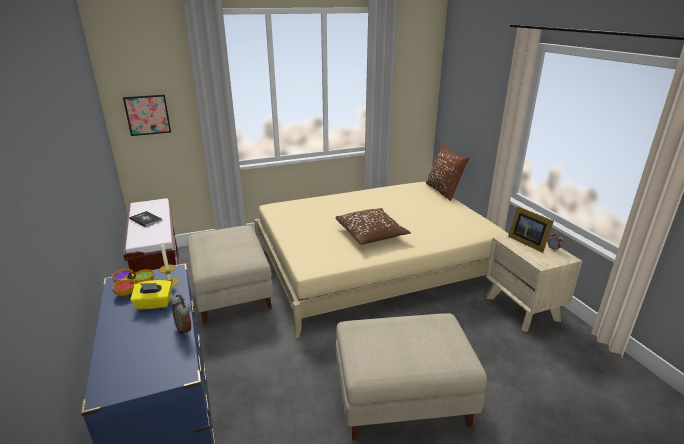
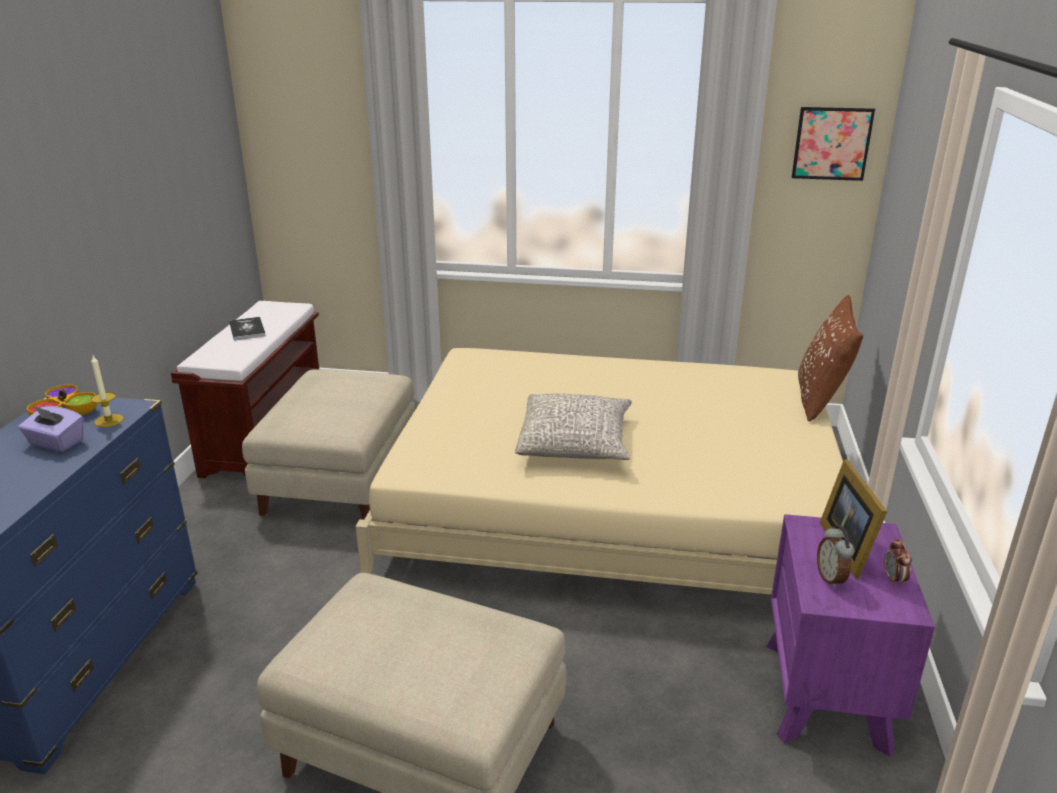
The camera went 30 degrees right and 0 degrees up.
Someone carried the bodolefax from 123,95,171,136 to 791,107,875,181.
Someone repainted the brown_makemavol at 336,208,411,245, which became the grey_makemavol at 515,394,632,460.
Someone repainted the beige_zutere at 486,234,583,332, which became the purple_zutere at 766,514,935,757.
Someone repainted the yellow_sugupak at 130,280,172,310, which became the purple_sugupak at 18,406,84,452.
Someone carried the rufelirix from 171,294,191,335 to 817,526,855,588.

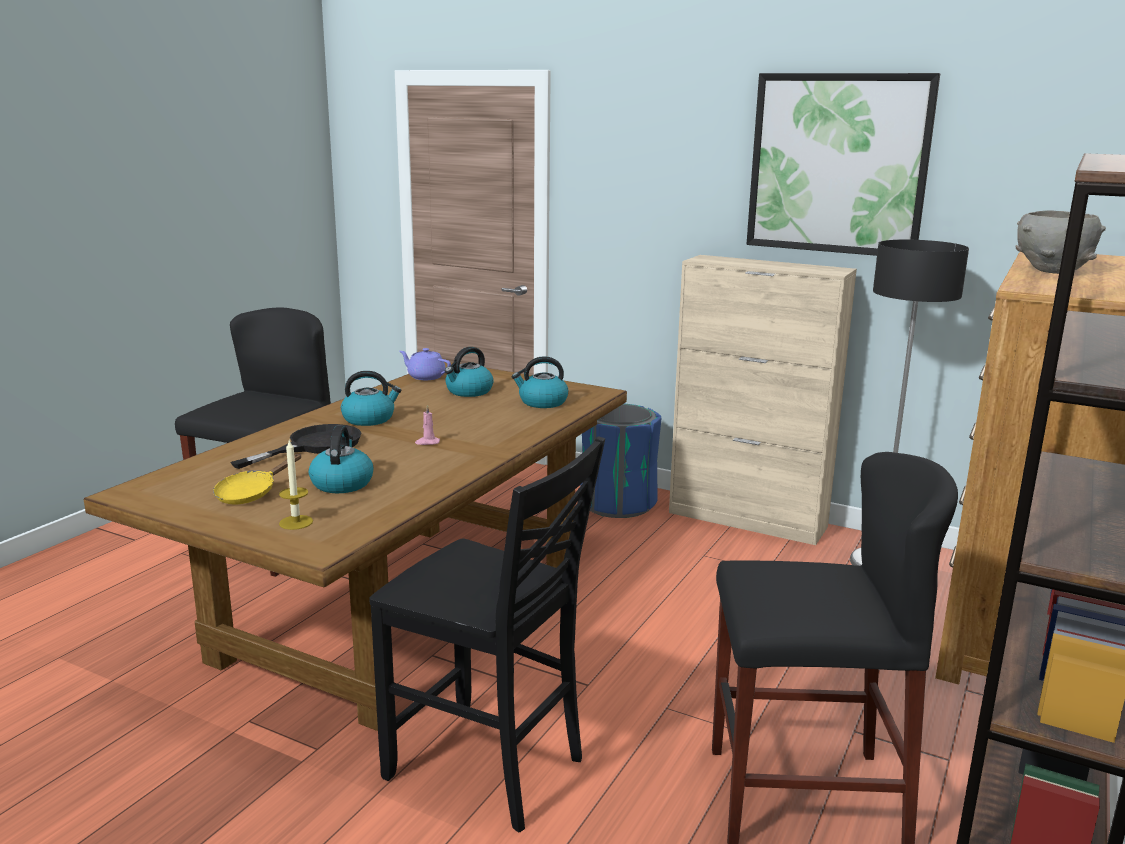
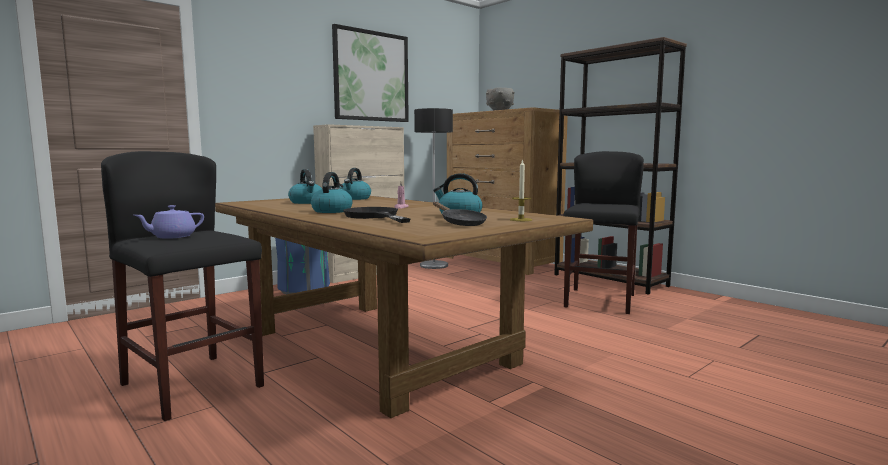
The camera went 70 degrees left and 10 degrees down.
Someone carried the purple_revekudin from 399,348,451,380 to 134,205,204,239.
Someone took away the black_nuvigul at 369,436,605,832.
Someone repainted the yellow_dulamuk at 213,454,302,504, which became the black_dulamuk at 433,202,487,226.

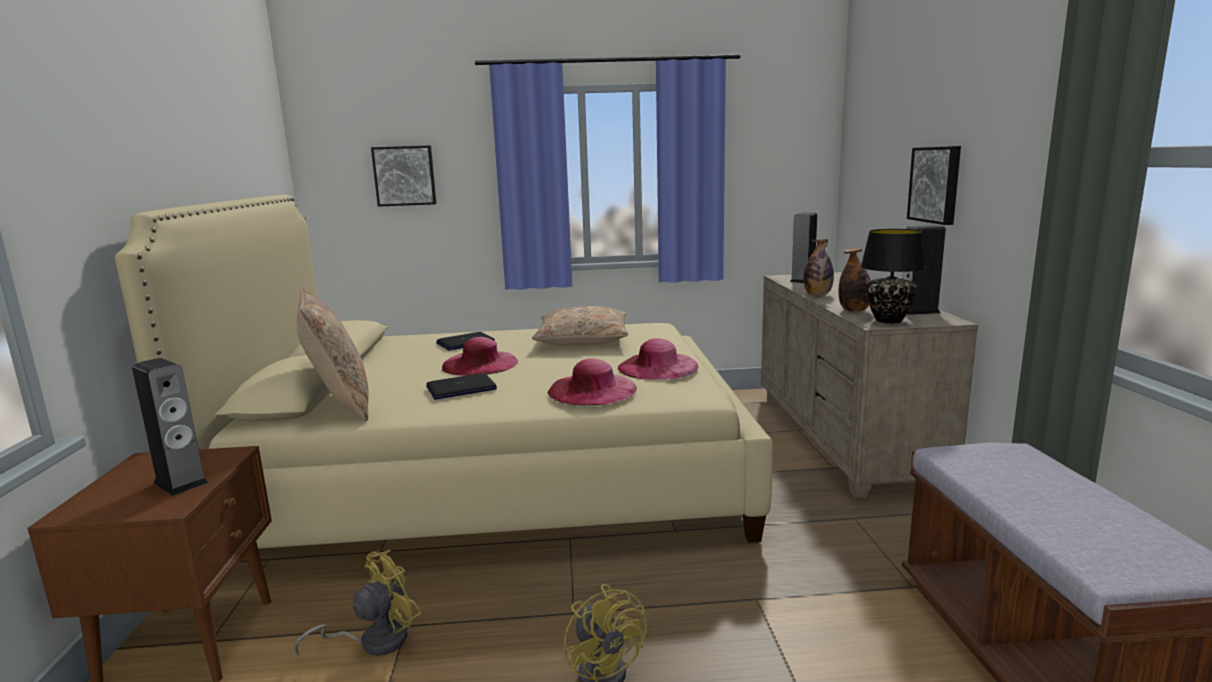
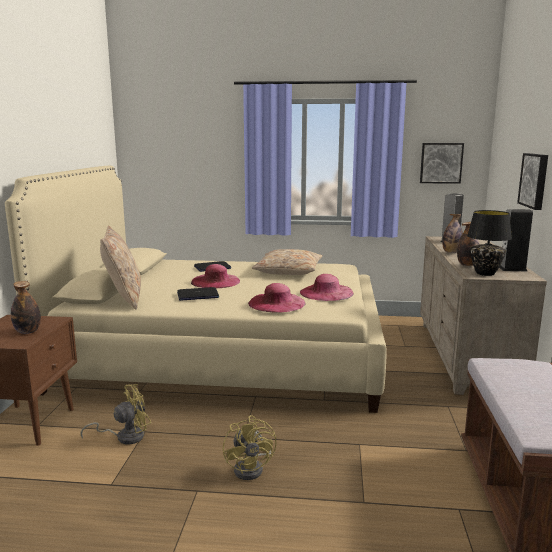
The camera went 10 degrees right and 0 degrees up.
Someone carried the bodolefax from 371,145,437,207 to 420,143,464,184.
Someone swapped the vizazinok at 132,358,208,496 for the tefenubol at 11,281,41,334.

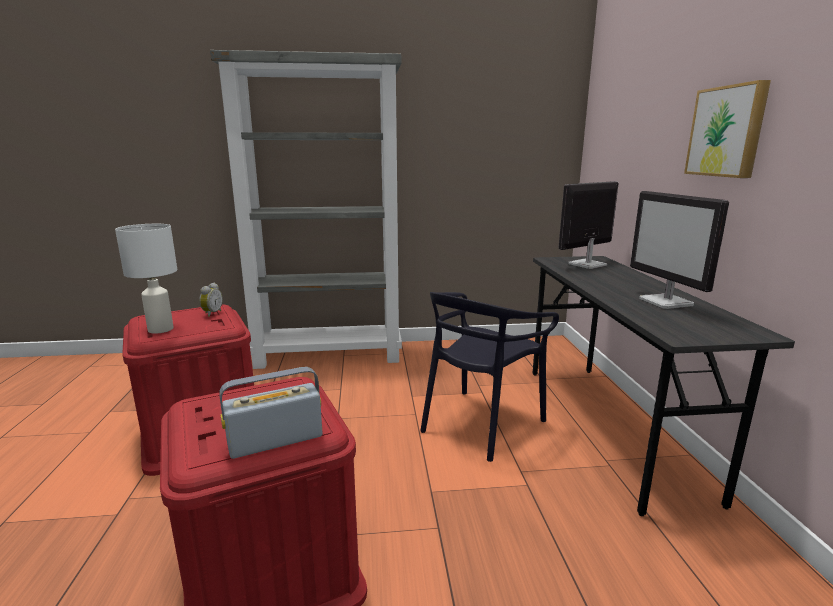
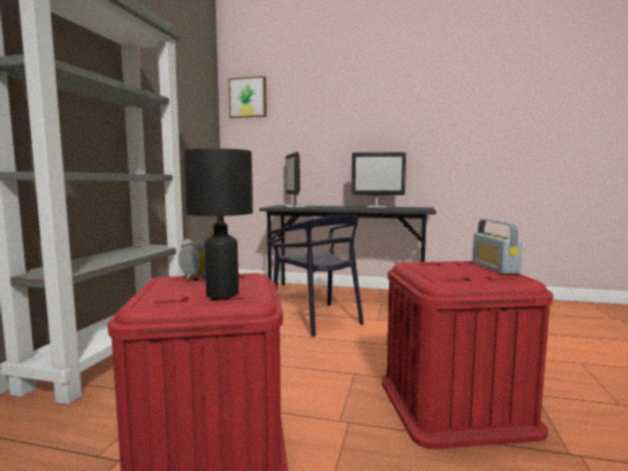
The camera went 70 degrees left and 10 degrees down.
Someone carried the bodolefax from 684,80,771,178 to 229,76,267,118.
Someone repainted the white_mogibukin at 115,224,177,334, which became the black_mogibukin at 184,148,253,298.

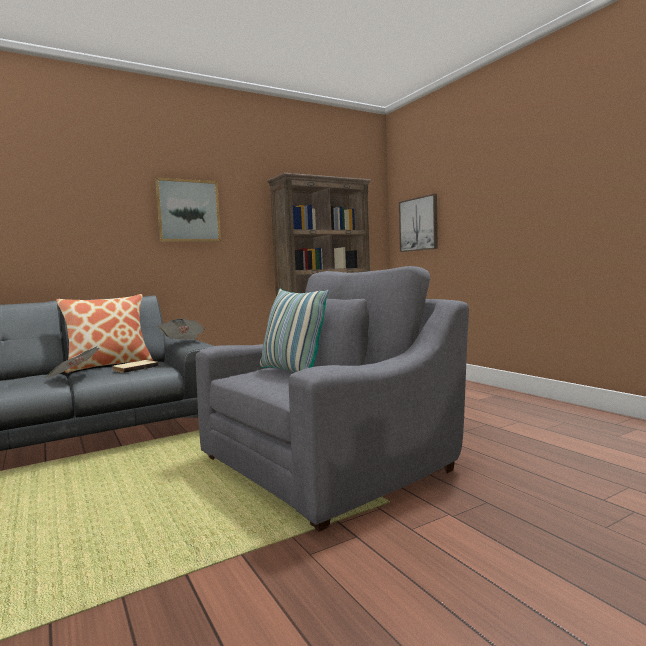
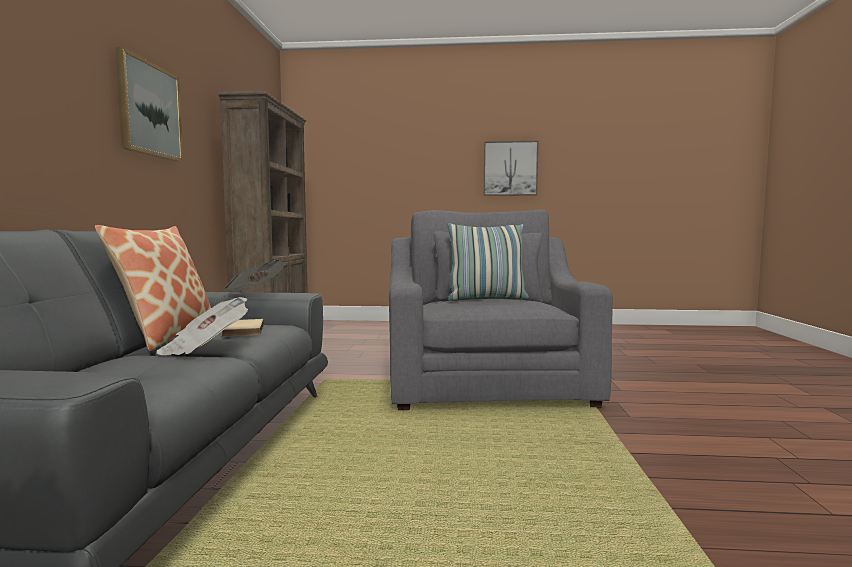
The camera went 55 degrees left and 0 degrees up.
Someone carried the bodolefax from 399,194,438,252 to 483,141,538,196.

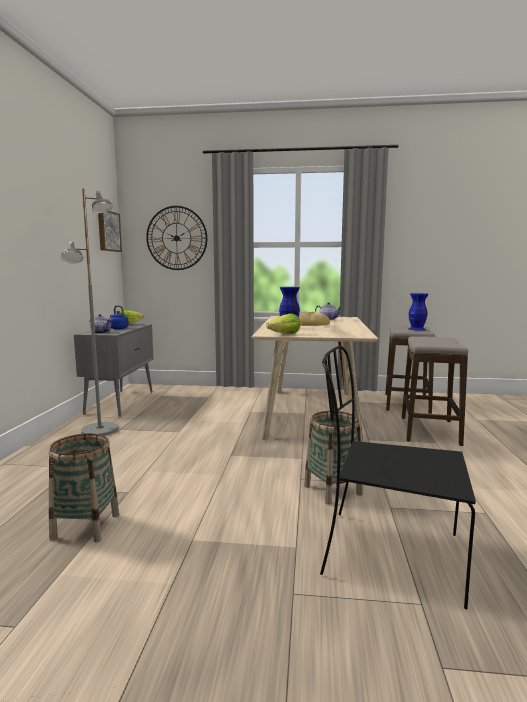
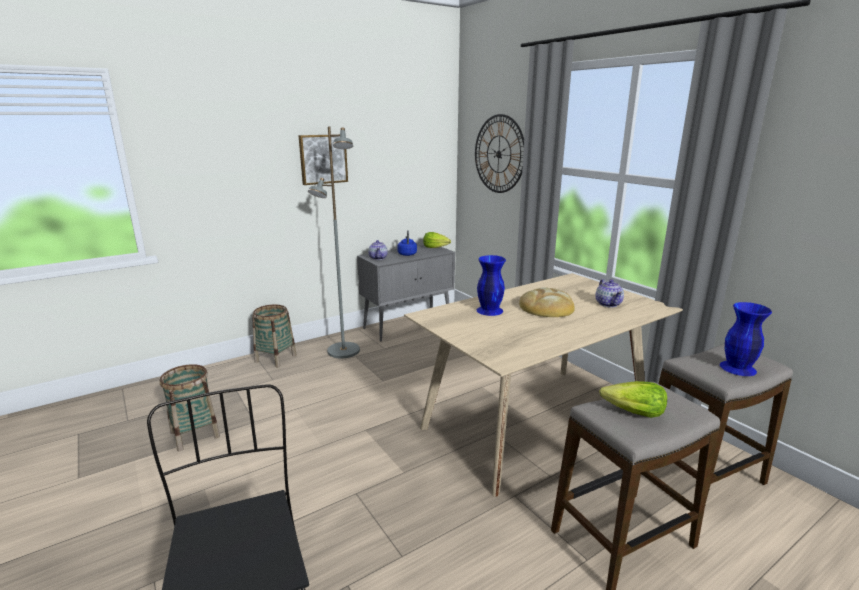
The camera went 50 degrees right and 10 degrees up.
Someone carried the bodolefax from 98,211,122,252 to 299,134,348,185.
Someone carried the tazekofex from 266,313,300,334 to 599,381,667,418.
Someone carried the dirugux from 304,411,363,505 to 252,304,297,368.

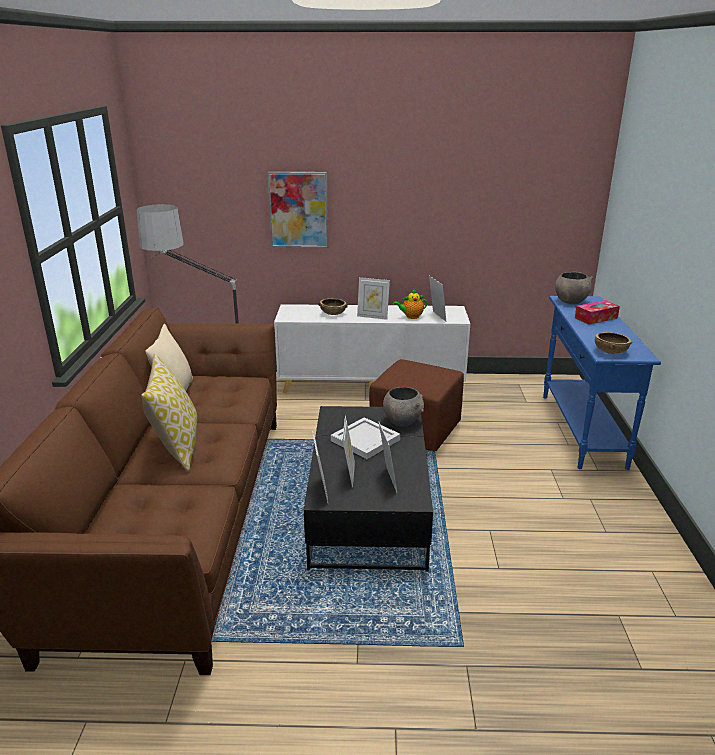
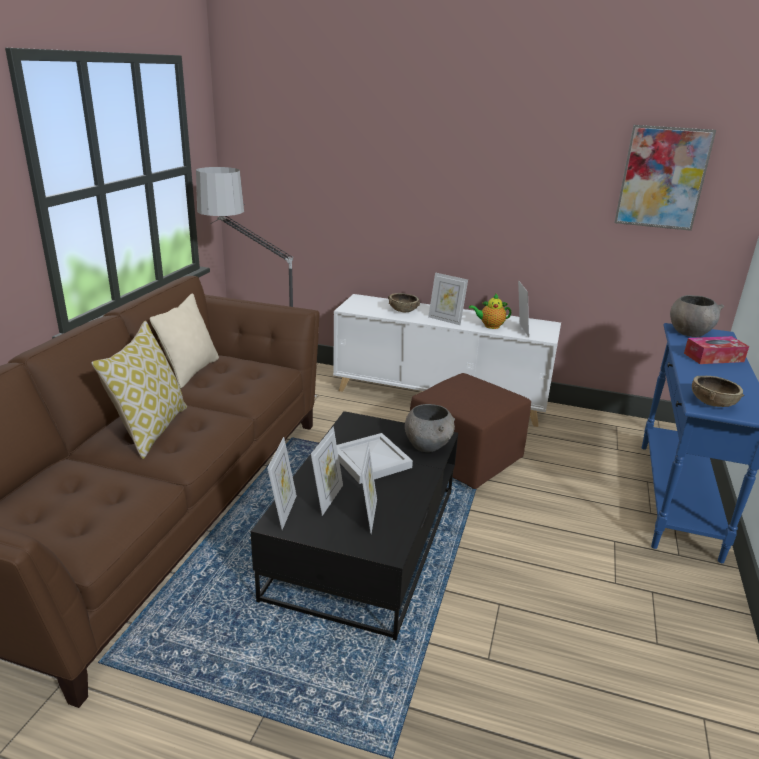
The camera went 15 degrees right and 0 degrees up.
Someone carried the bodolefax from 267,172,328,248 to 614,125,716,231.

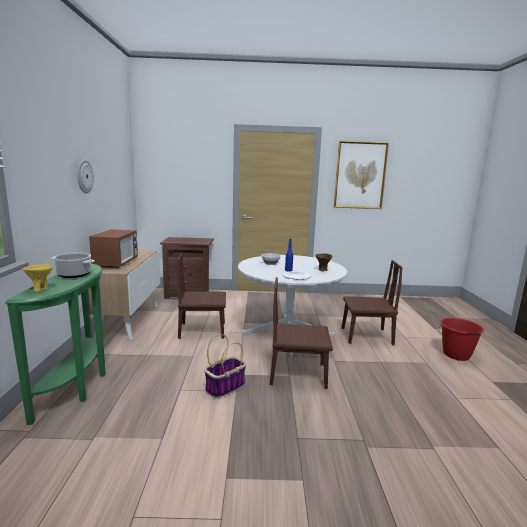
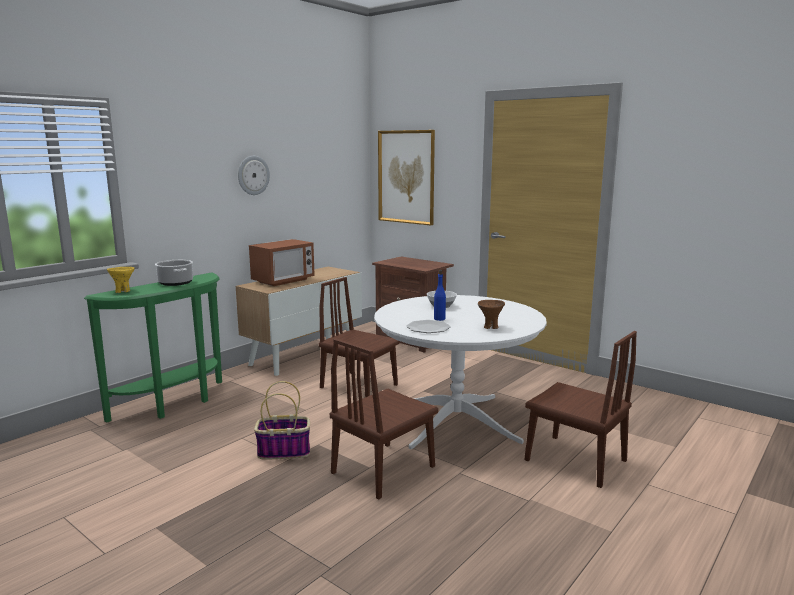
The camera went 40 degrees right and 0 degrees up.
Someone carried the bodolefax from 334,141,389,209 to 378,130,435,225.
Someone rotated the brown_nuvigul at 270,277,333,389 by 90 degrees counterclockwise.
Someone took away the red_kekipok at 438,318,484,361.

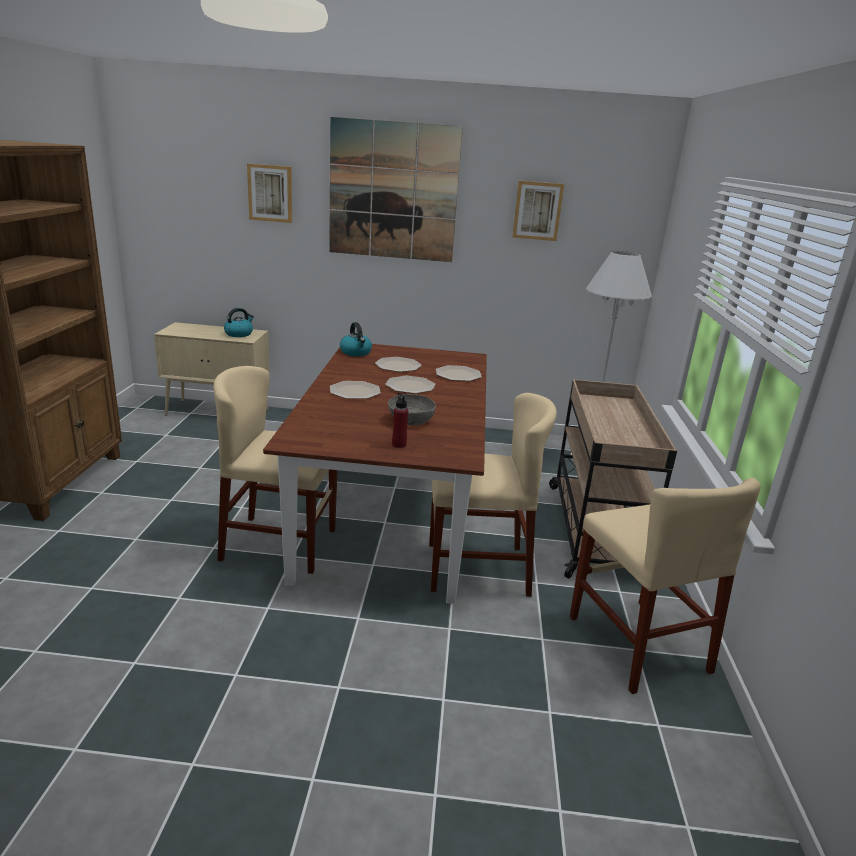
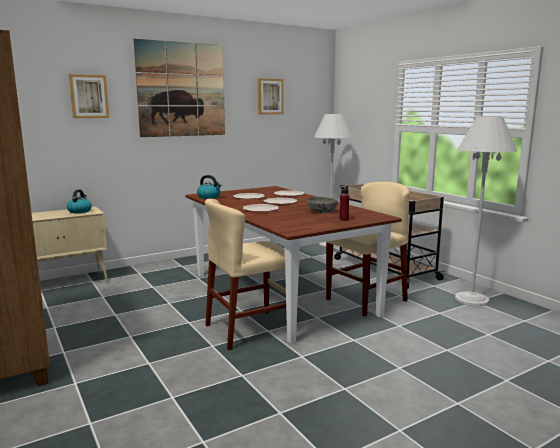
The camera went 35 degrees left and 10 degrees down.
Someone swapped the beige_nuvigul at 570,478,761,694 for the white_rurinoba at 455,116,517,306.

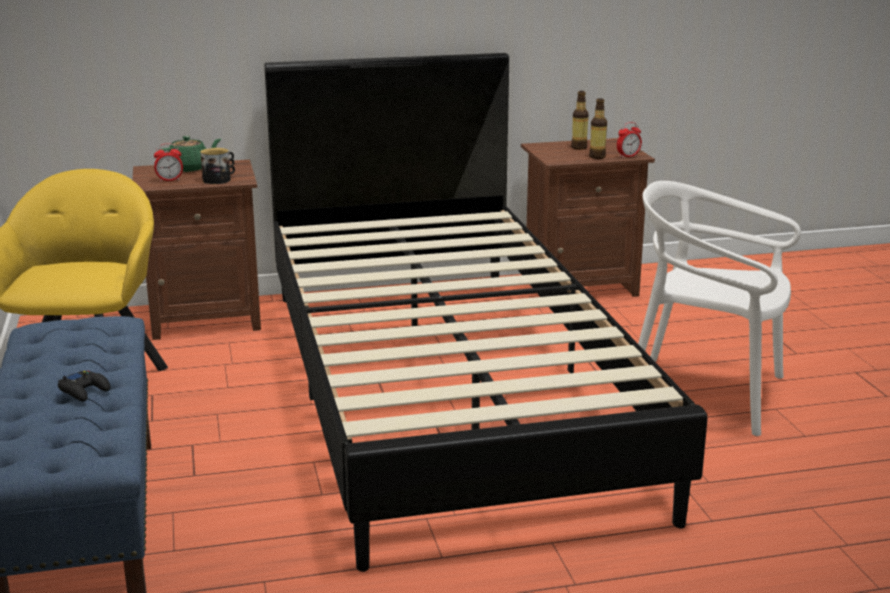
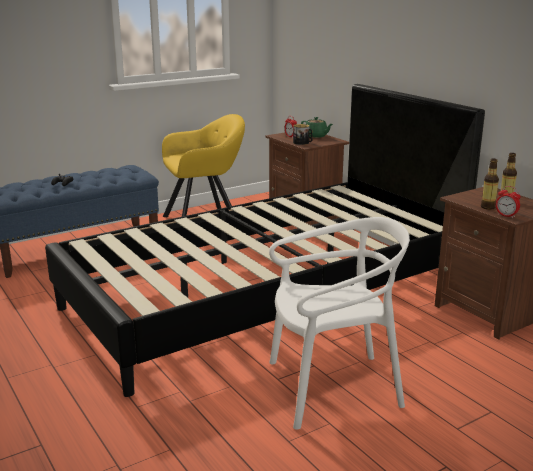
The camera went 70 degrees right and 0 degrees up.
Someone rotated the white_nuvigul at 638,181,801,436 by 75 degrees clockwise.

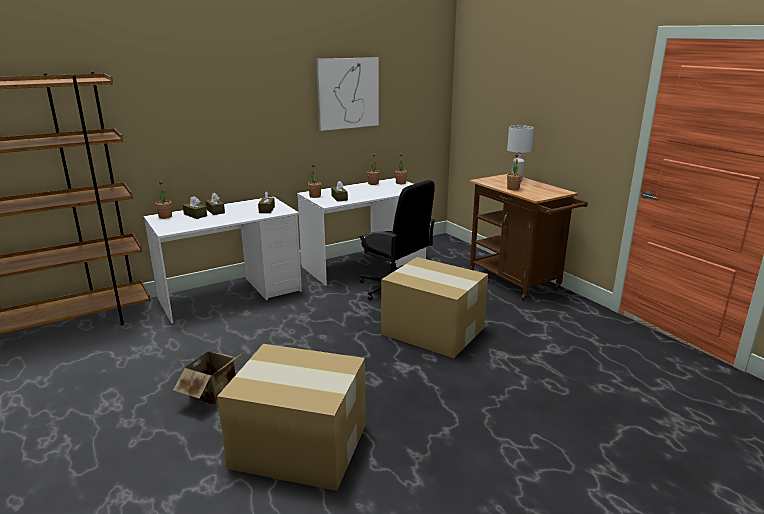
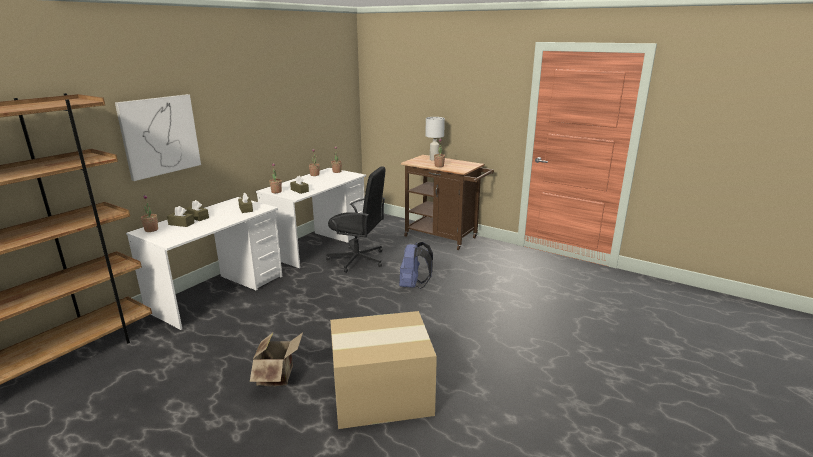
The camera went 25 degrees left and 0 degrees up.
Someone carried the bodolefax from 316,57,379,131 to 115,94,201,181.
Someone swapped the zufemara at 381,257,488,358 for the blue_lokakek at 399,242,433,289.

